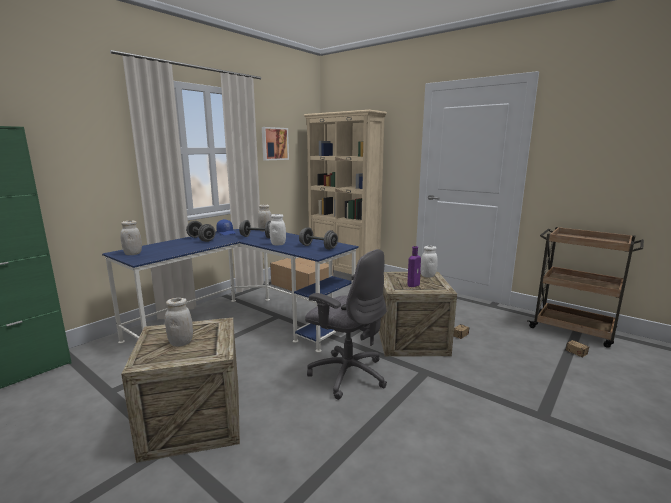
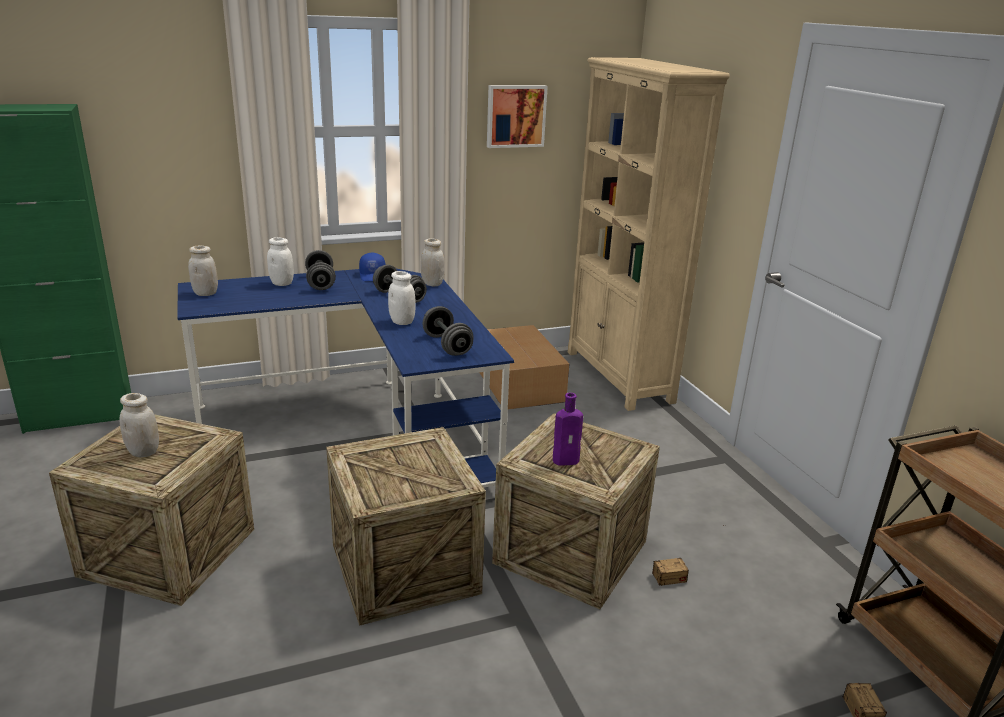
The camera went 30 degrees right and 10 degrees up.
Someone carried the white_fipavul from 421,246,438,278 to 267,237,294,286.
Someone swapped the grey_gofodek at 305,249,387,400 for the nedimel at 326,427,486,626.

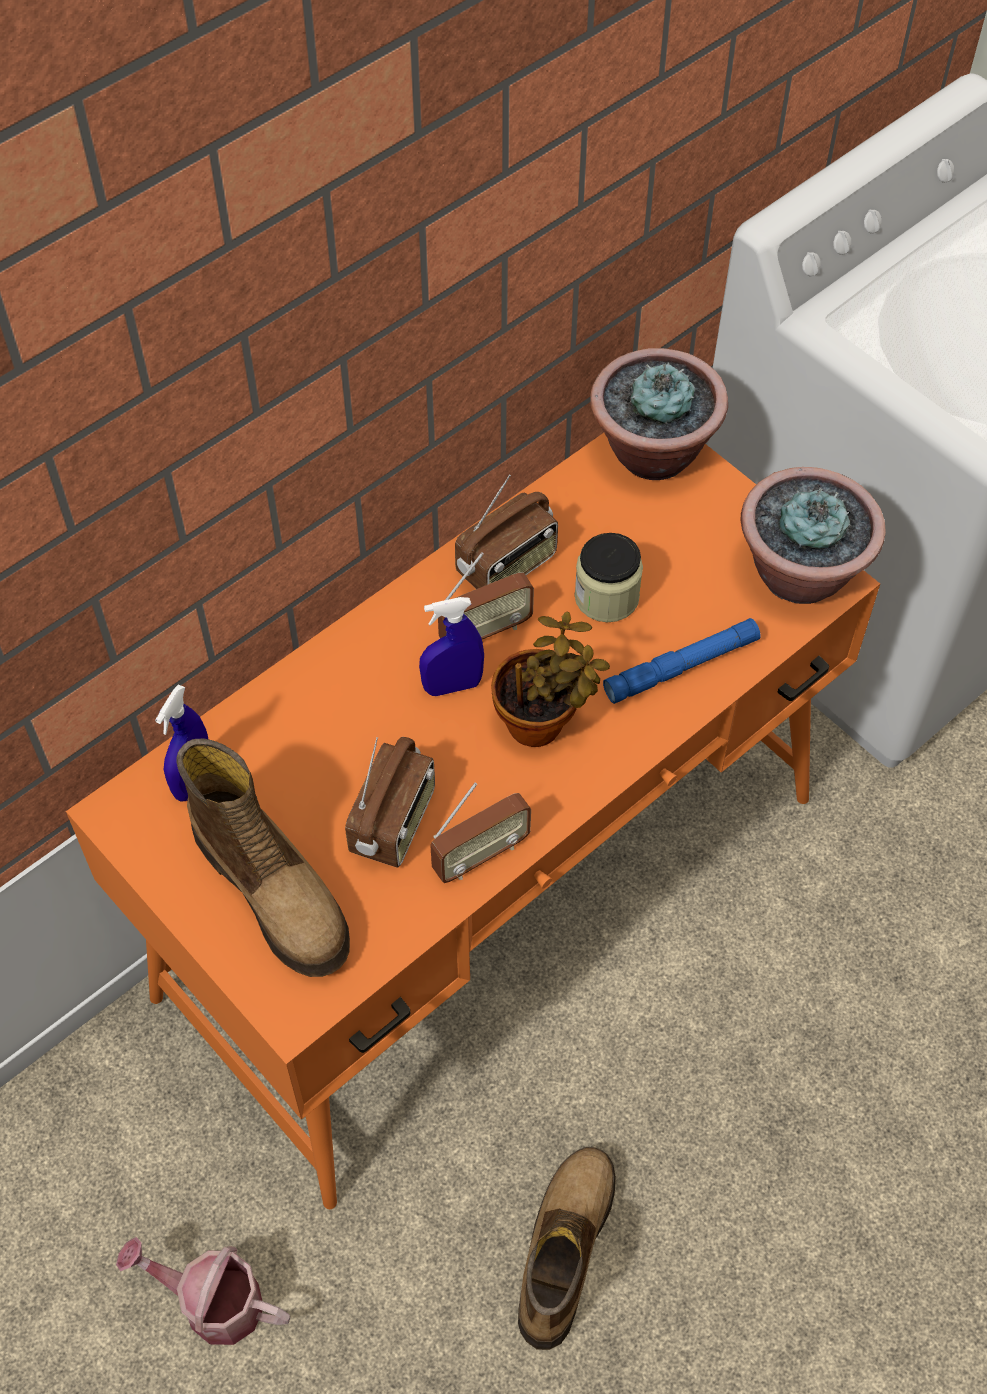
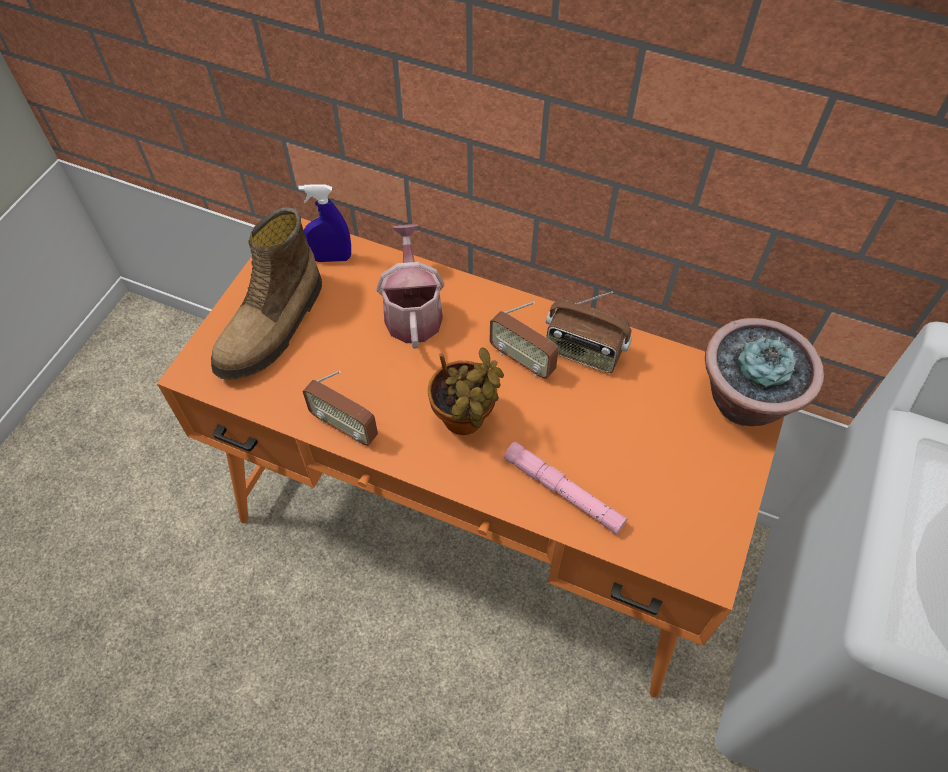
The camera went 65 degrees right and 0 degrees up.
Someone took away the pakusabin at 741,467,886,604.
Someone took away the fipavul at 574,533,643,622.
Someone took away the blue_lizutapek at 419,597,484,696.
Someone repainted the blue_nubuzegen at 603,618,761,704, which became the pink_nubuzegen at 504,442,628,535.
Someone took away the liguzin at 345,737,435,867.
Someone took away the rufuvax at 518,1147,616,1350.
Someone carried the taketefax from 116,1237,290,1345 to 376,224,444,349.

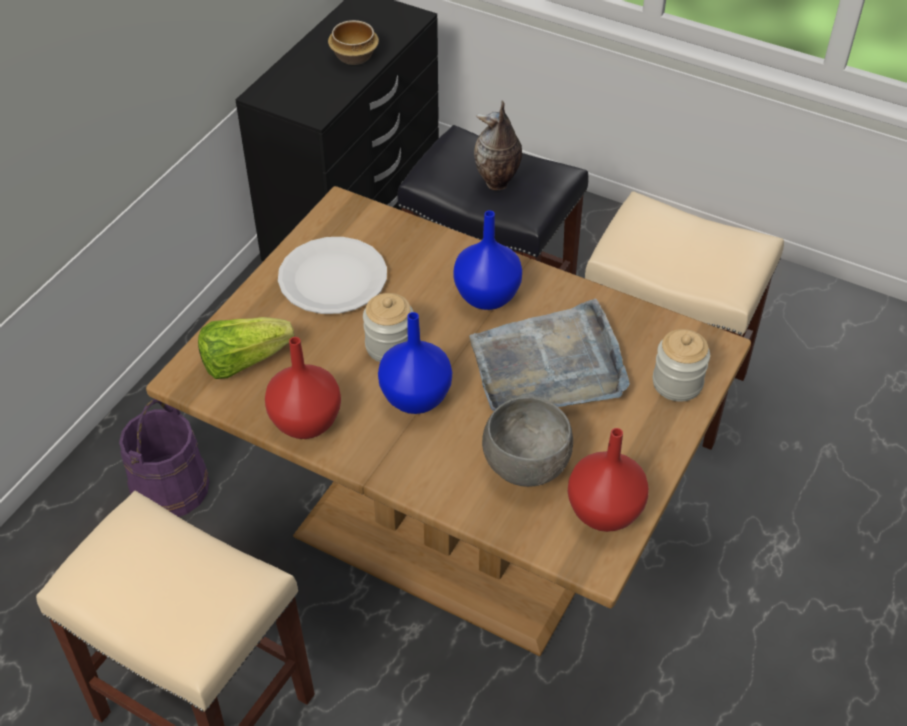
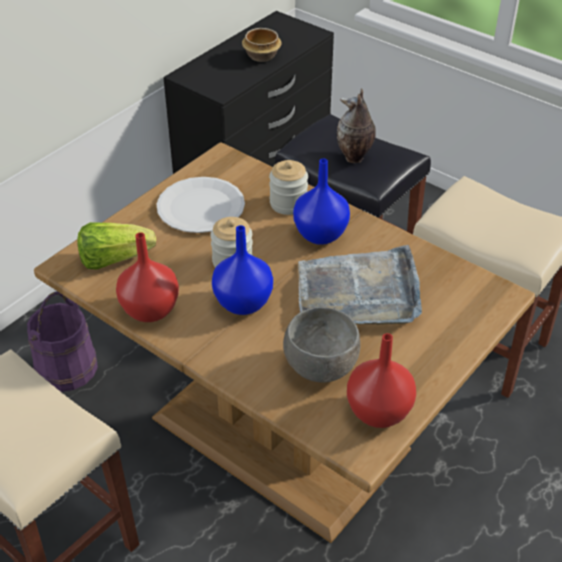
The camera went 10 degrees right and 5 degrees down.
Someone carried the fipavul from 653,329,710,402 to 269,160,308,215.

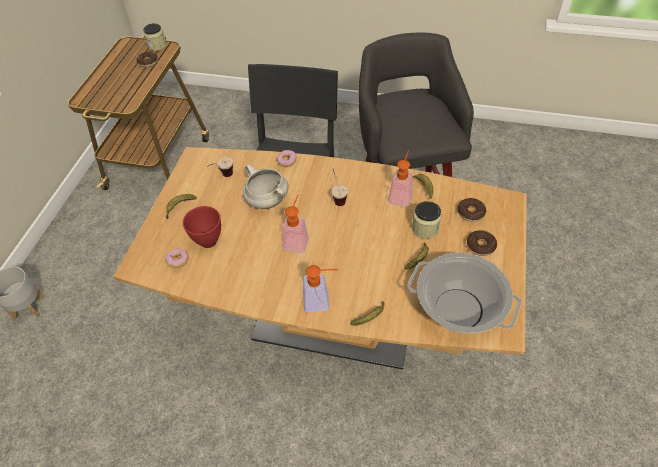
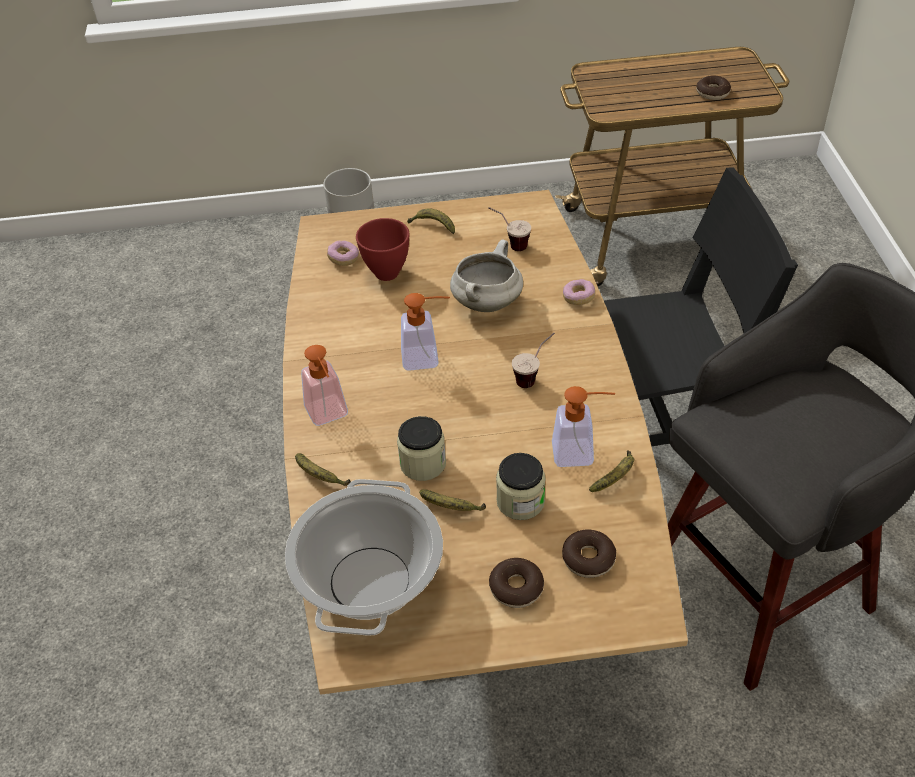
The camera went 70 degrees right and 5 degrees down.
Someone carried the fipavul from 143,23,167,51 to 397,416,446,481.

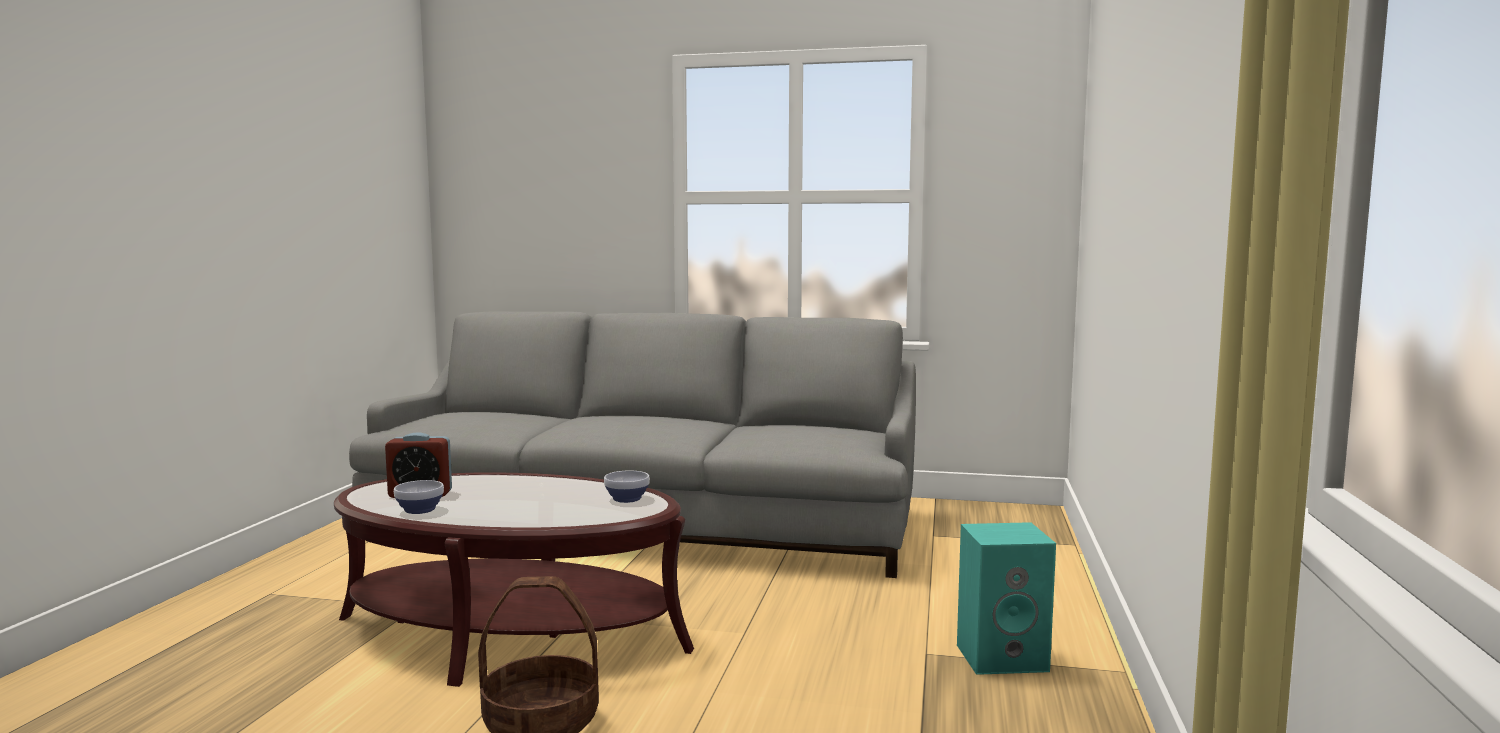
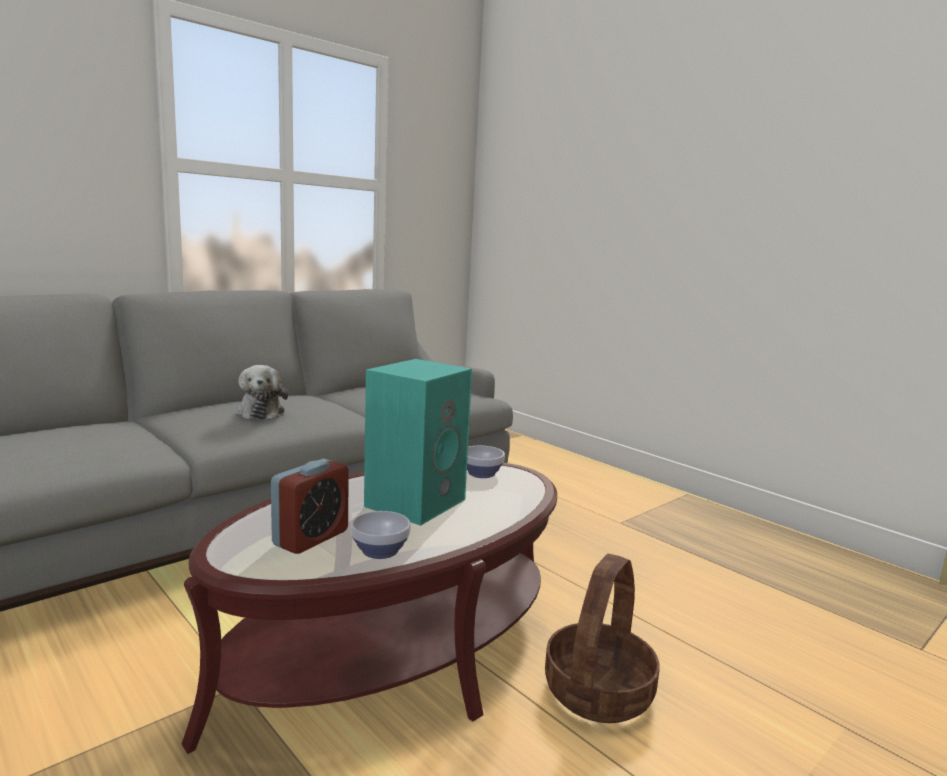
The camera went 55 degrees left and 5 degrees up.
Someone carried the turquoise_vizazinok from 957,522,1056,675 to 364,359,472,526.
Someone put down the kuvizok at 235,365,288,420.

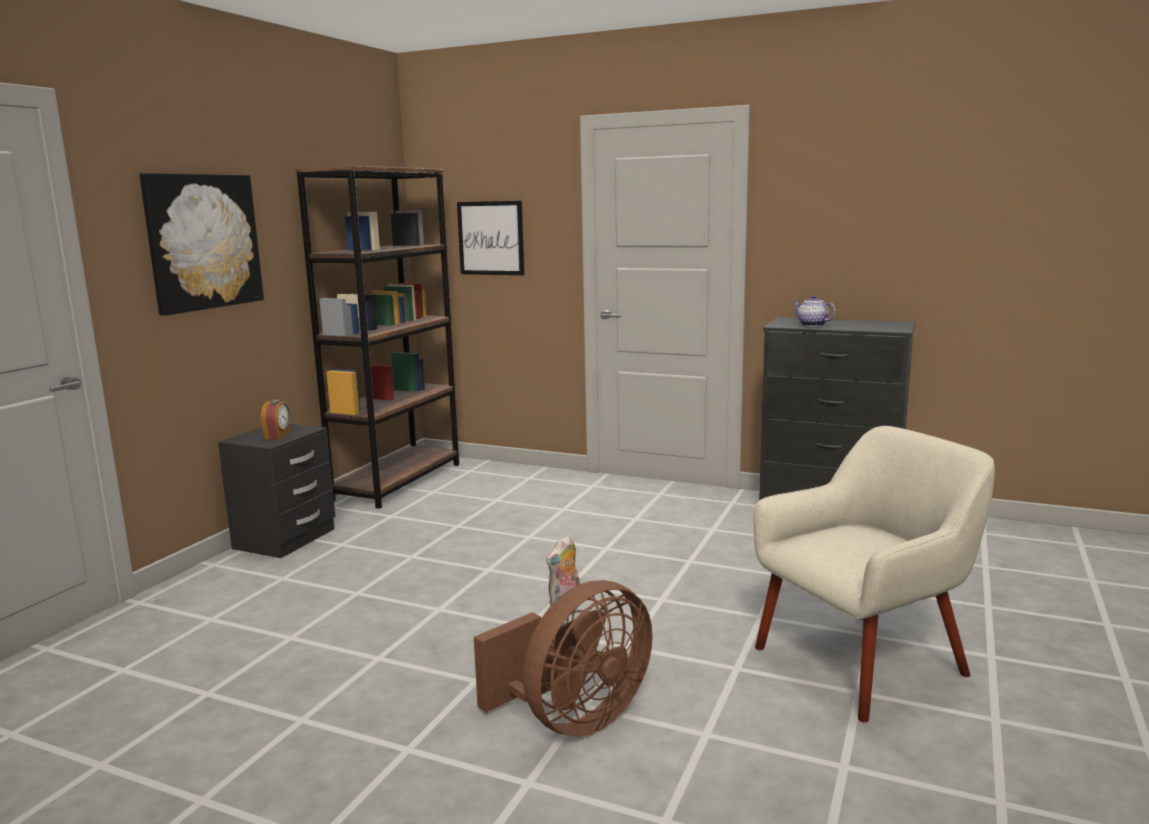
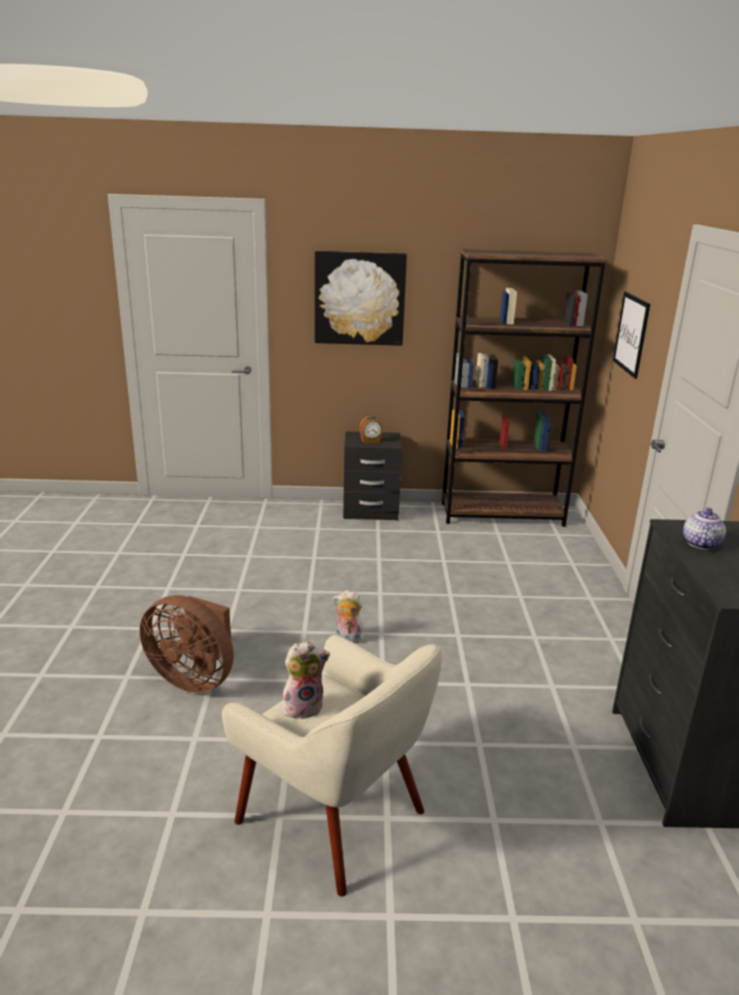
The camera went 65 degrees right and 10 degrees up.
Someone put down the kuvizok at 283,641,330,719.

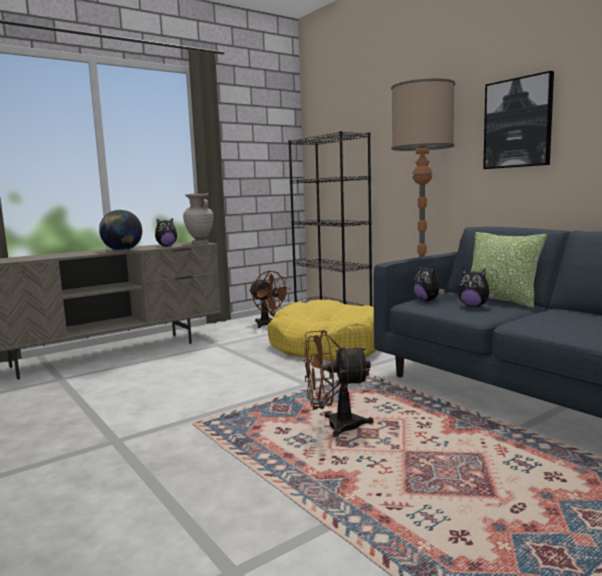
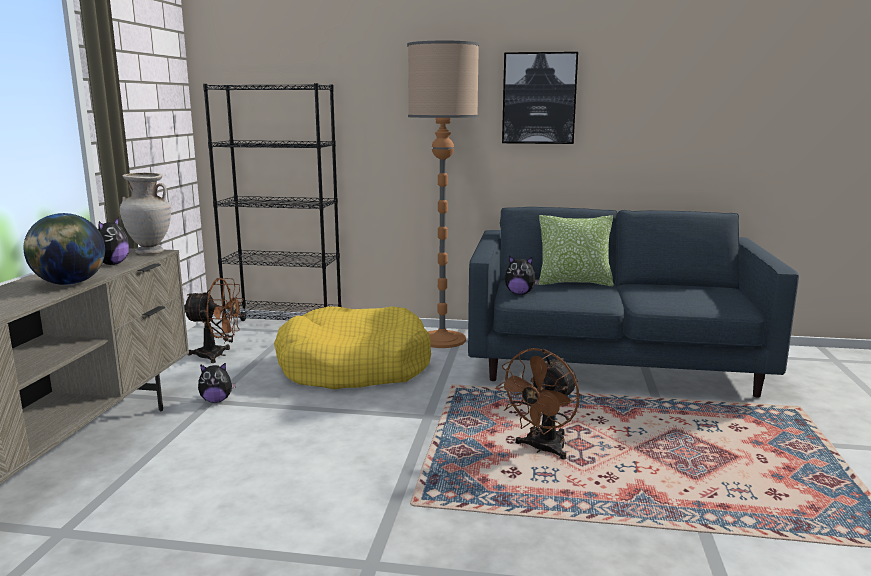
The camera went 45 degrees left and 5 degrees up.
Someone carried the kuvizok from 458,268,494,307 to 198,363,236,403.

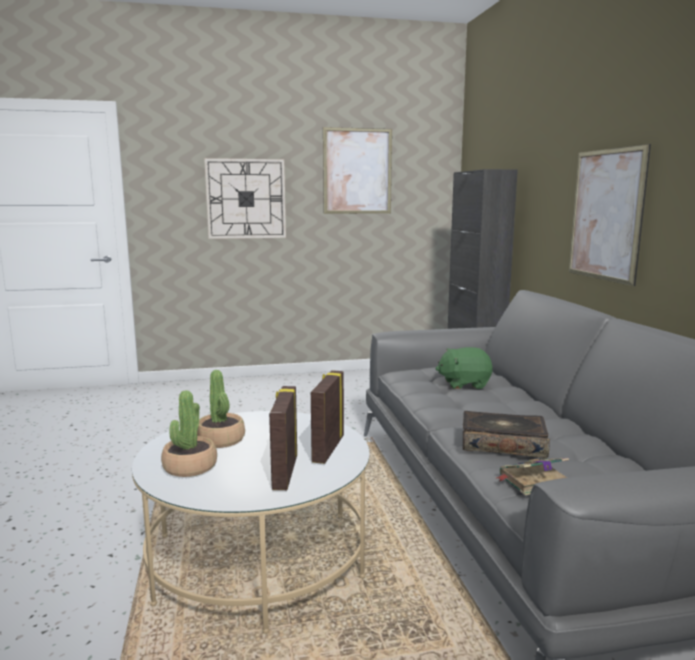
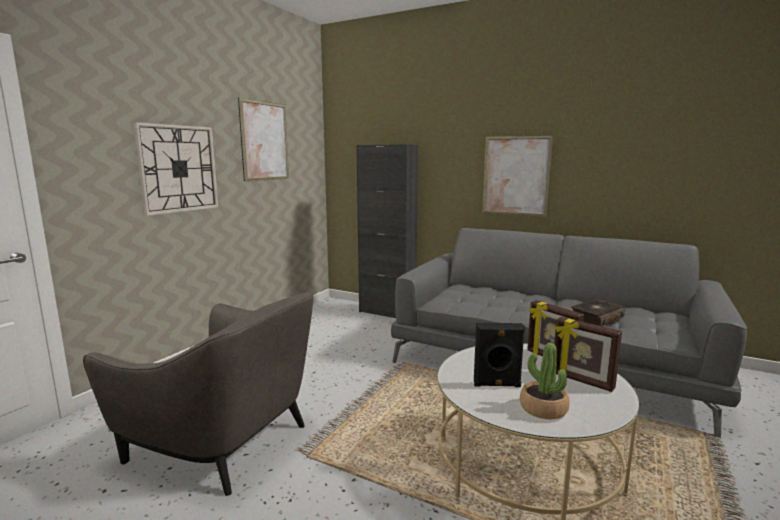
The camera went 50 degrees left and 0 degrees up.
Someone took away the green_kuvizok at 435,347,493,389.
Someone swapped the pakusabin at 197,370,245,448 for the black_vizazinok at 474,323,525,387.
Someone took away the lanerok at 497,458,569,495.
Someone put down the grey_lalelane at 83,292,314,496.

